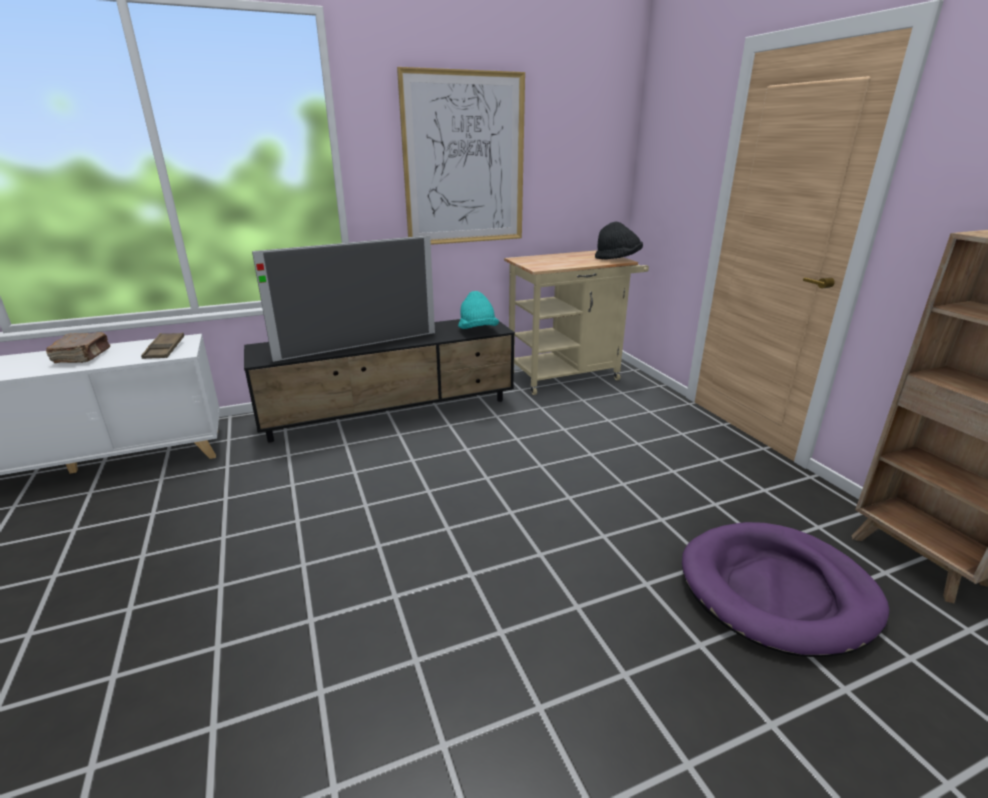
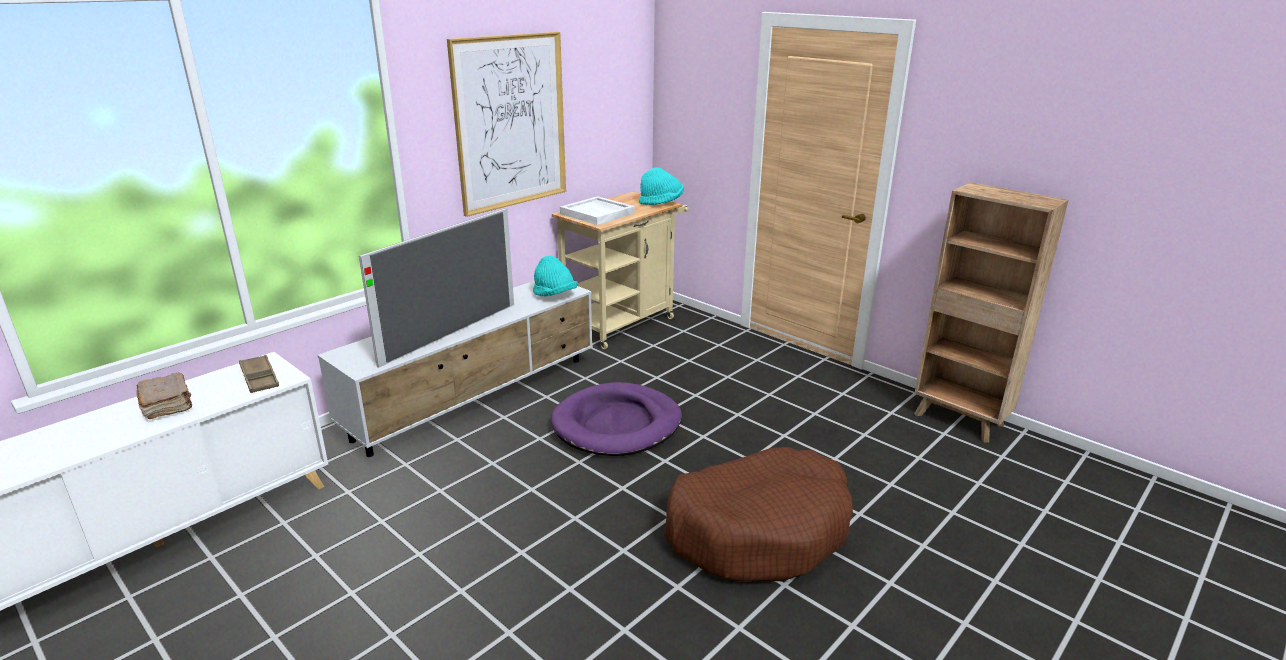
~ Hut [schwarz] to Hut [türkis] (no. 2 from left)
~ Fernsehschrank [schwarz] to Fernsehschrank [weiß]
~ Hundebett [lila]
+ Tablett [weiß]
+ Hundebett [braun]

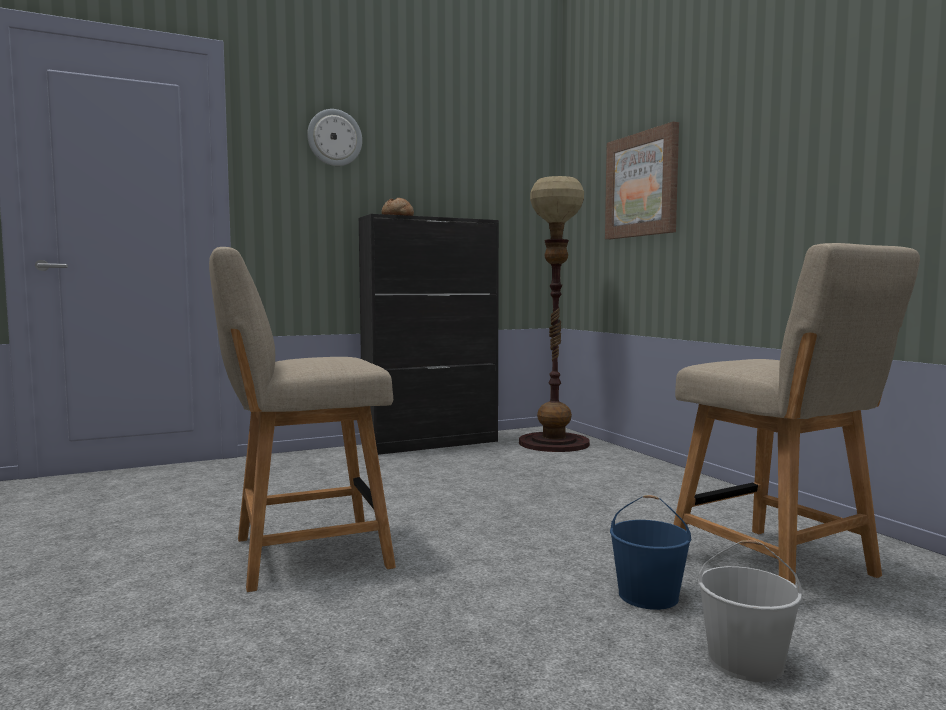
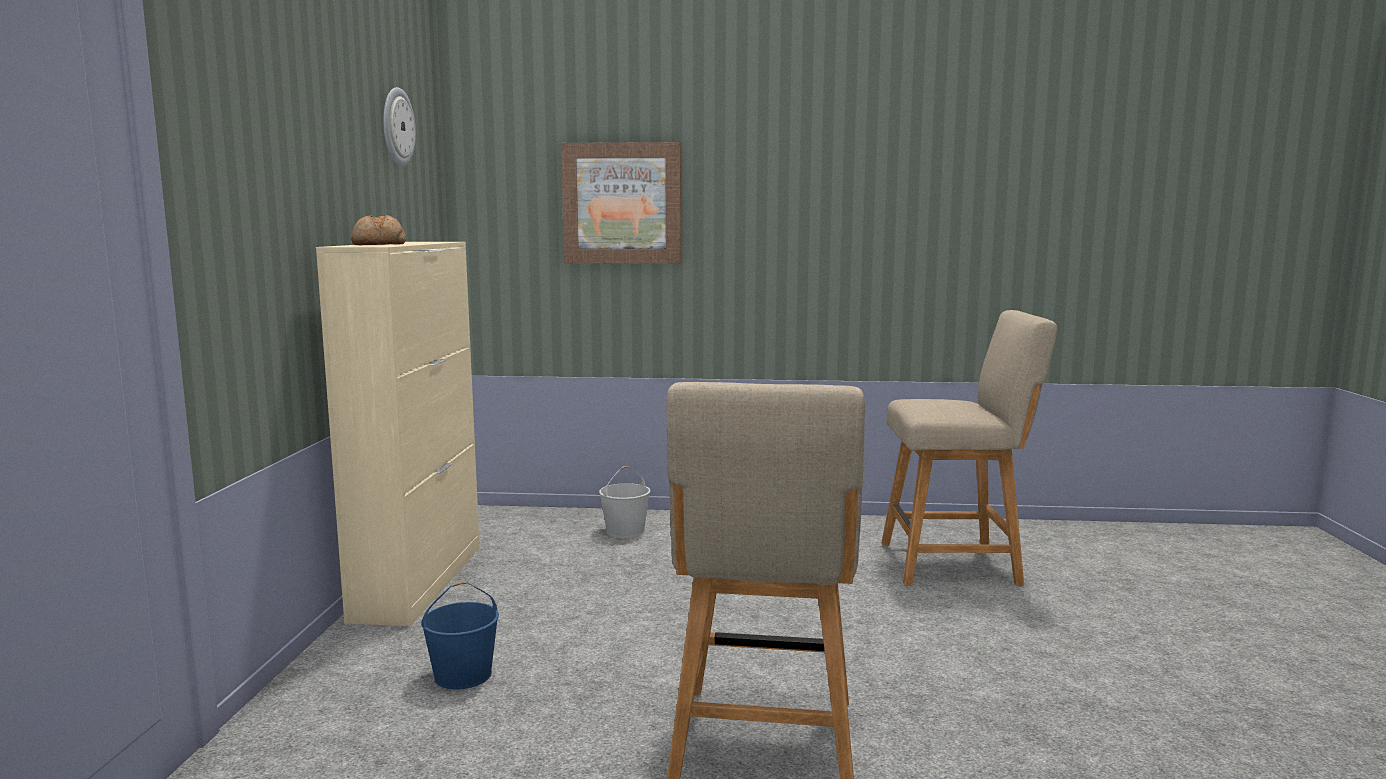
~ Wanduhr
- Stehlampe
~ Schrank [schwarz] to Schrank [beige]
~ Eimer [blau]
~ Eimer [weiß]

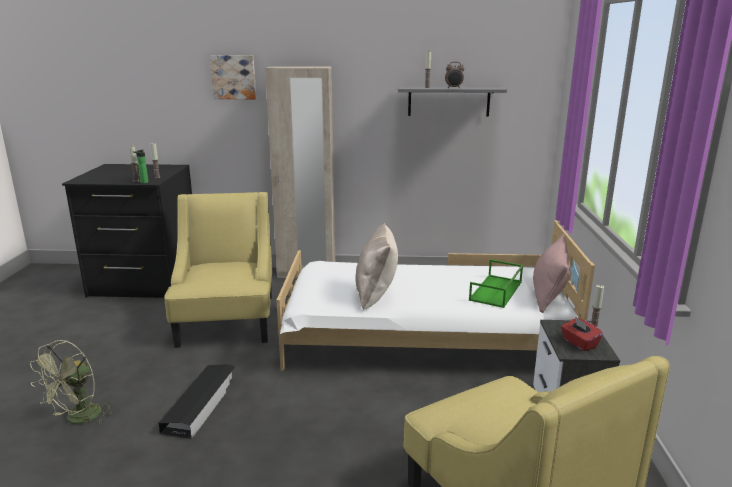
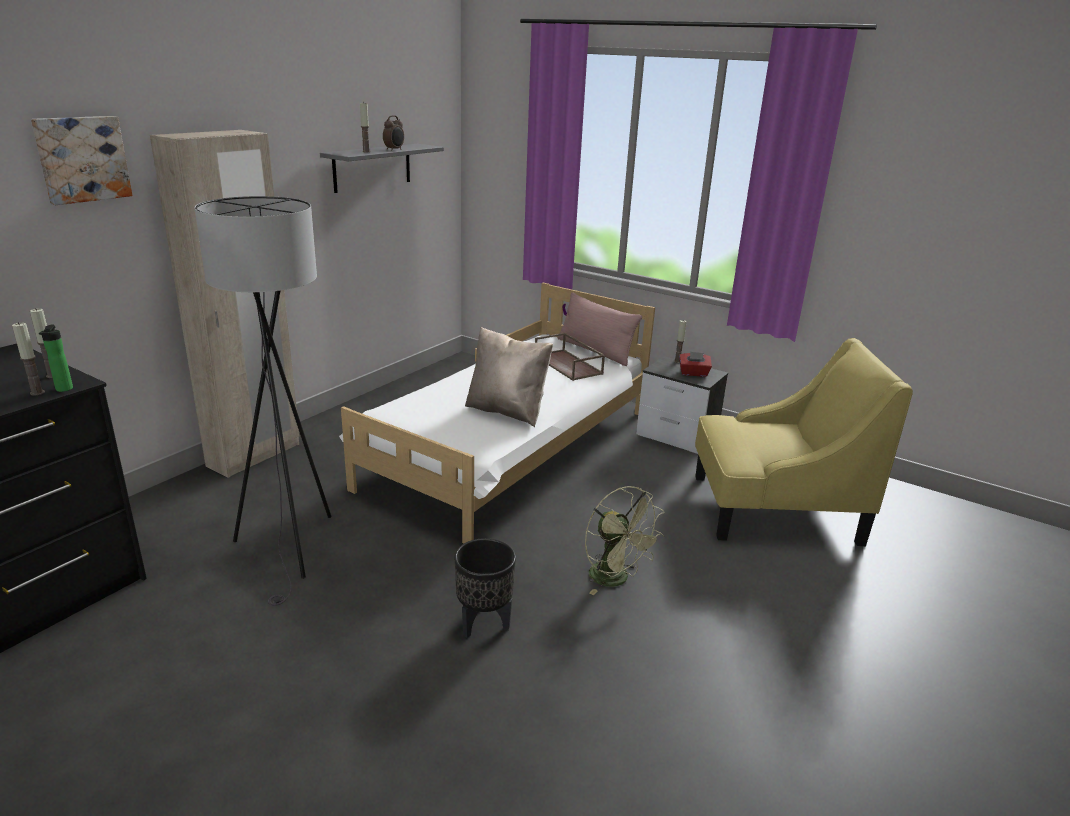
~ Sessel [gelb] (no. 1 from left) to Stehlampe [grau]
~ Tablett [grün] to Tablett [braun]
~ Ventilator [grün]
~ Aufbewahrungsbox [schwarz] to Pflanzkübel [schwarz]

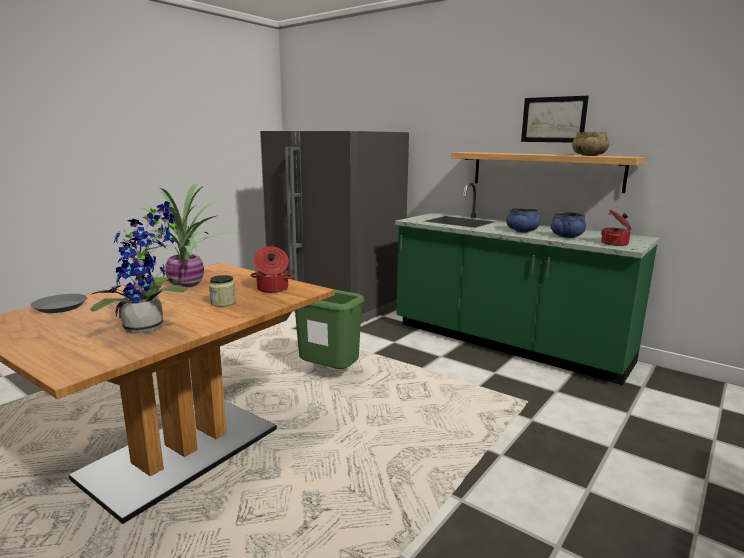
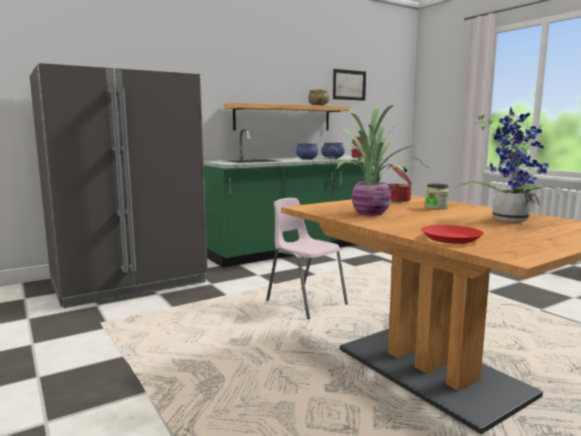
~ Bild
~ Mülleimer [grün] to Stuhl [rosa]
~ Teller [grau] to Teller [rot]

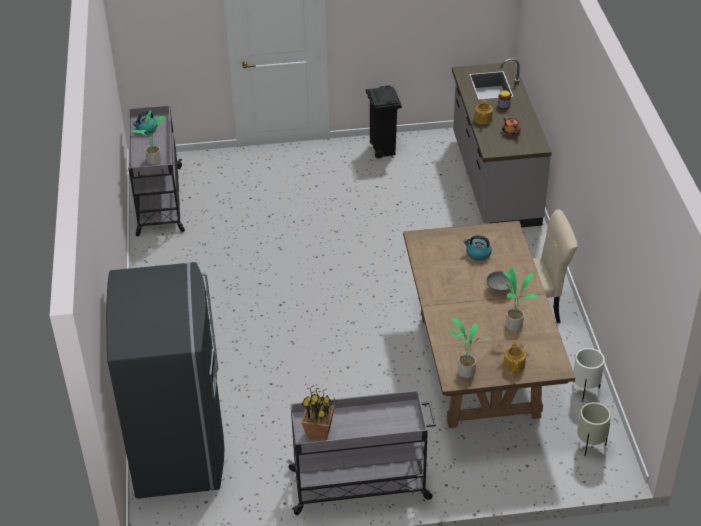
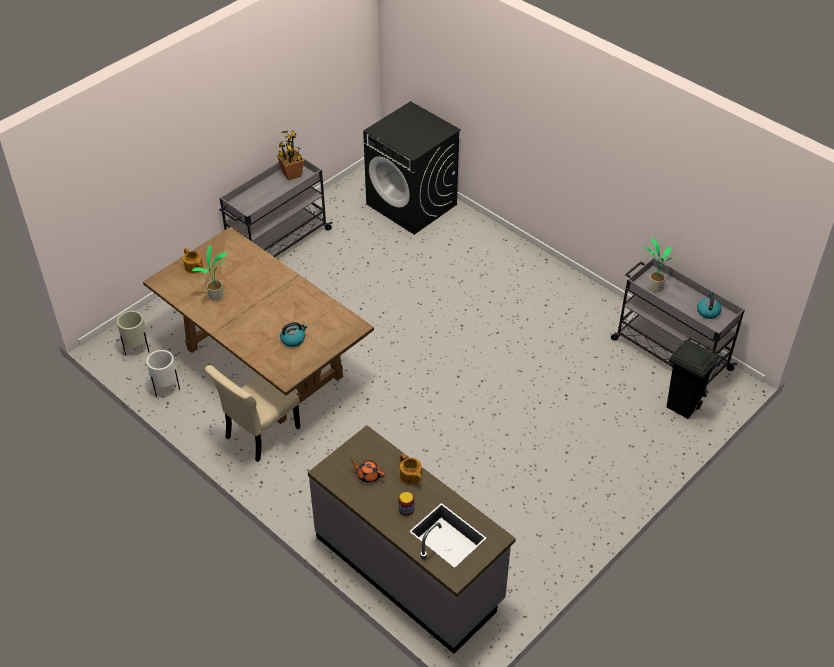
~ Mülleimer [schwarz]
~ Kühlschrank [grau] to Waschmaschine [schwarz]
- Schüssel [grau]
- Topfpflanze (no. 3 from left)

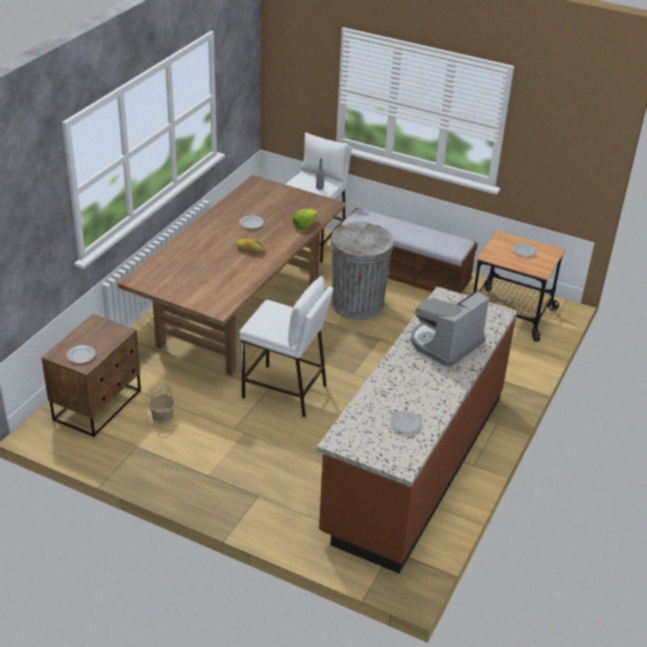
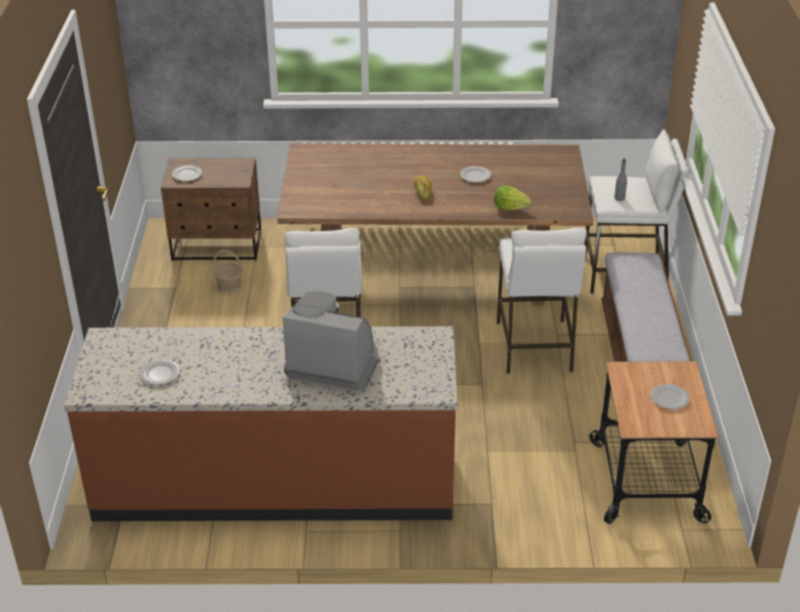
~ Mülleimer [grau] to Hocker [weiß] (no. 2 from left)

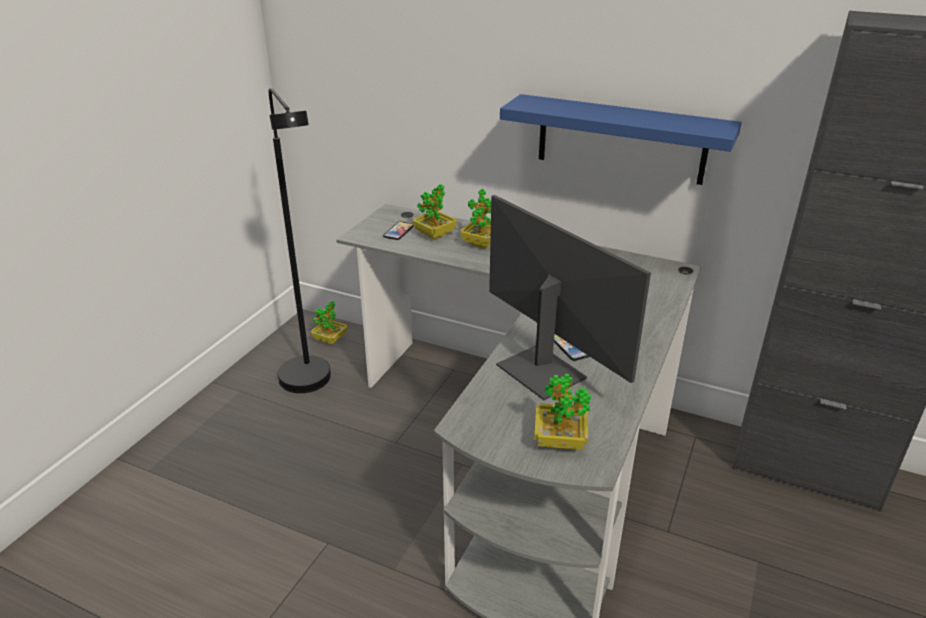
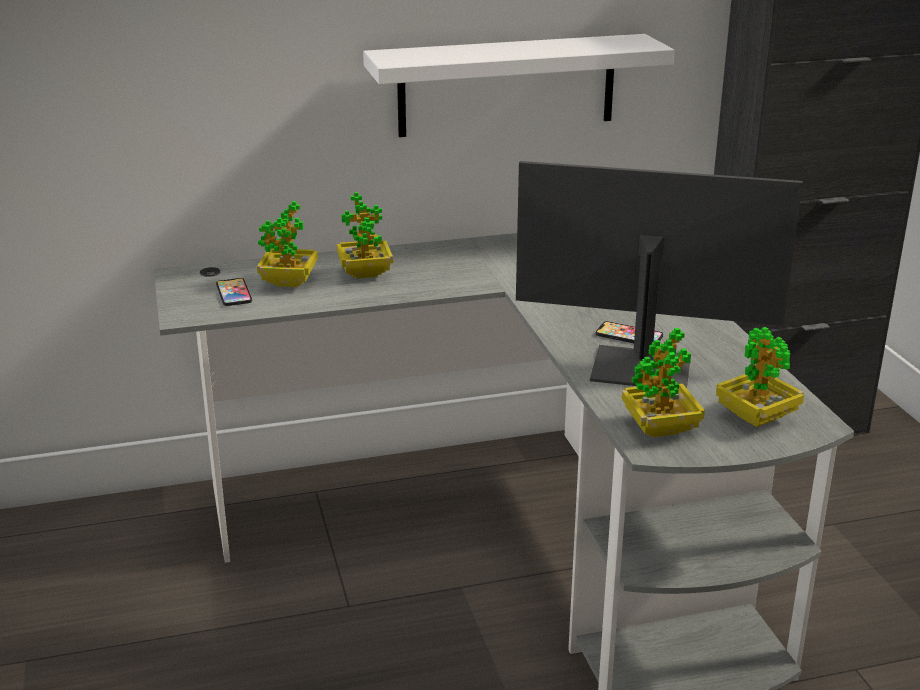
- Stehlampe [schwarz]
~ Wandregal [blau] to Wandregal [weiß]
~ Topfpflanze (no. 1 from left in the first image) to Topfpflanze (no. 3 from left)

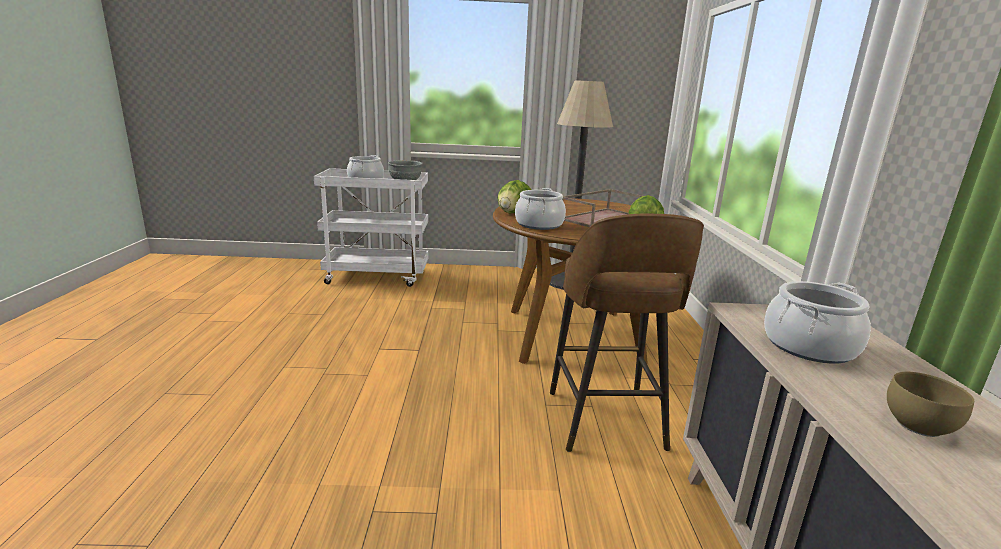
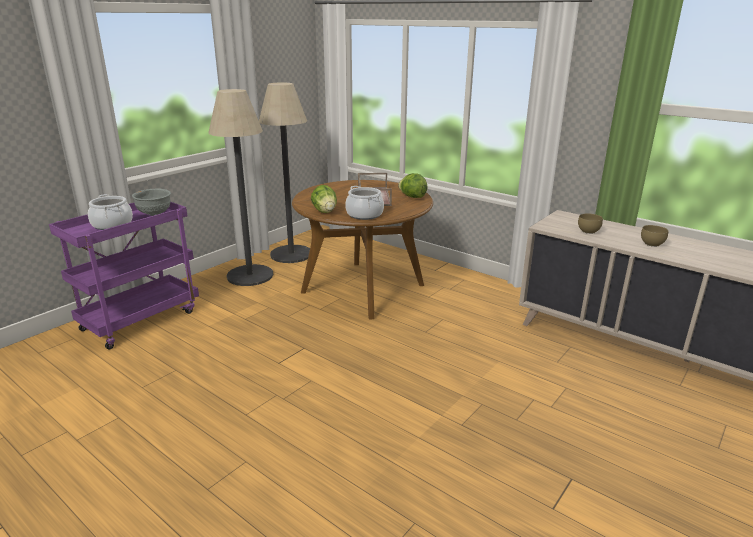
~ Rollwagen [weiß] to Rollwagen [lila]
- Hocker [braun]
~ Kochtopf (no. 3 from left) to Schüssel [braun] (no. 1 from left)
+ Stehlampe (no. 1 from left)

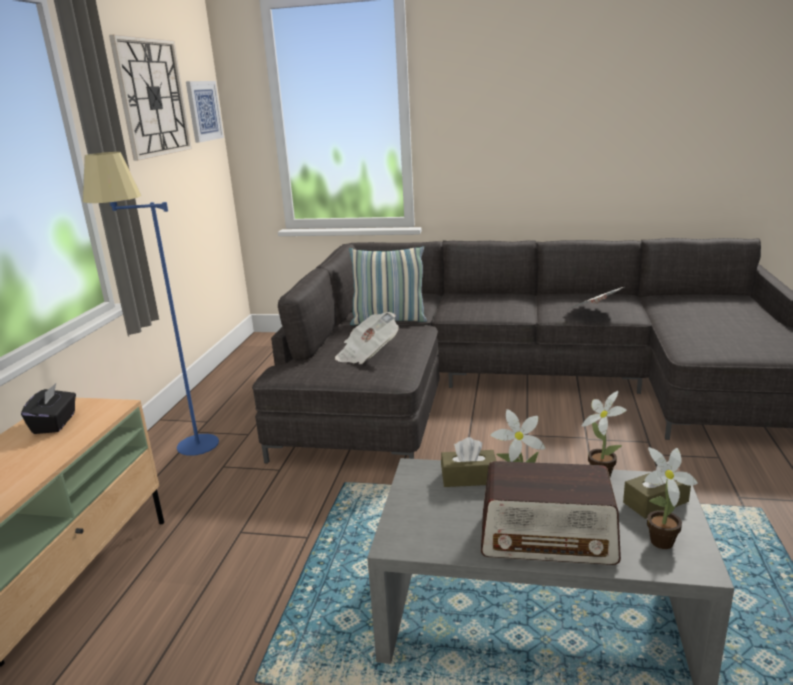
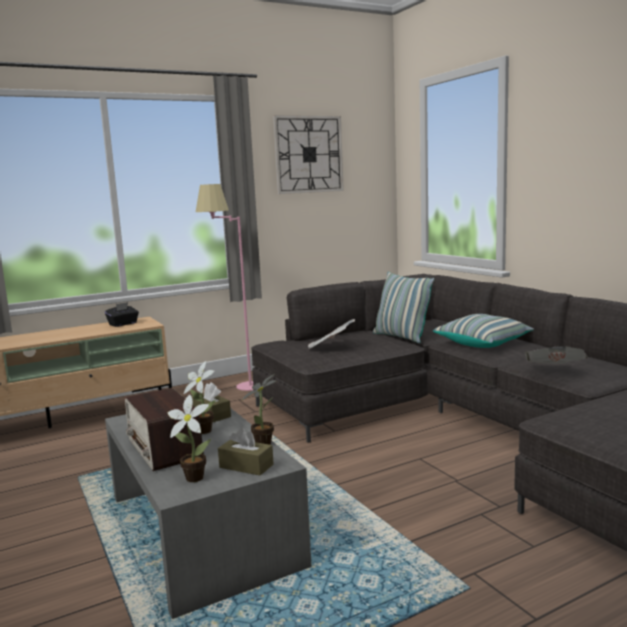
- Bild
~ Stehlampe [blau] to Stehlampe [rosa]
+ Kissen (no. 2 from left)

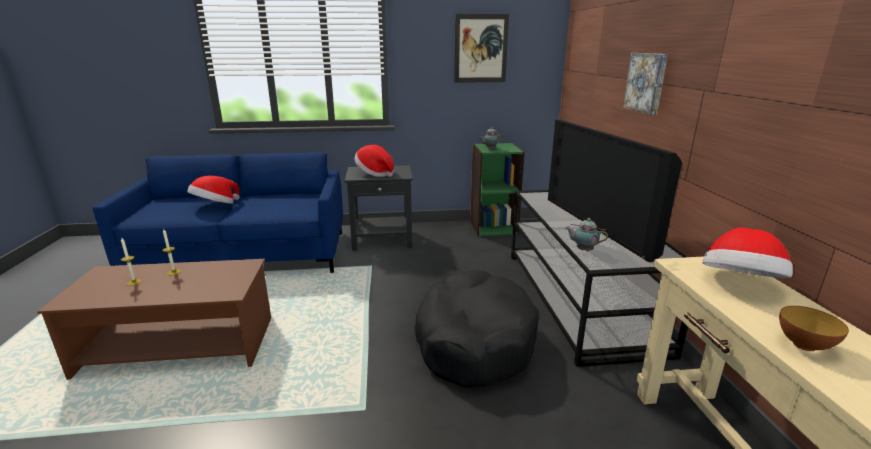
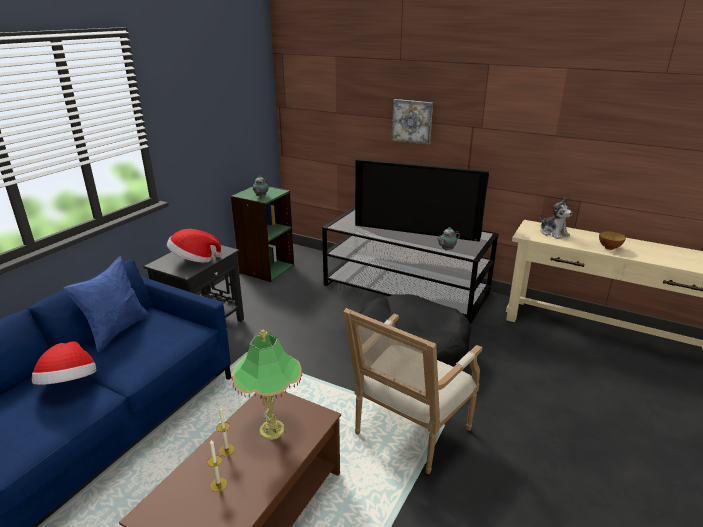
- Bild (no. 1 from left)
~ Hut (no. 3 from left) to Plüschtier
+ Kissen [blau]
+ Sessel
+ Tischlampe

